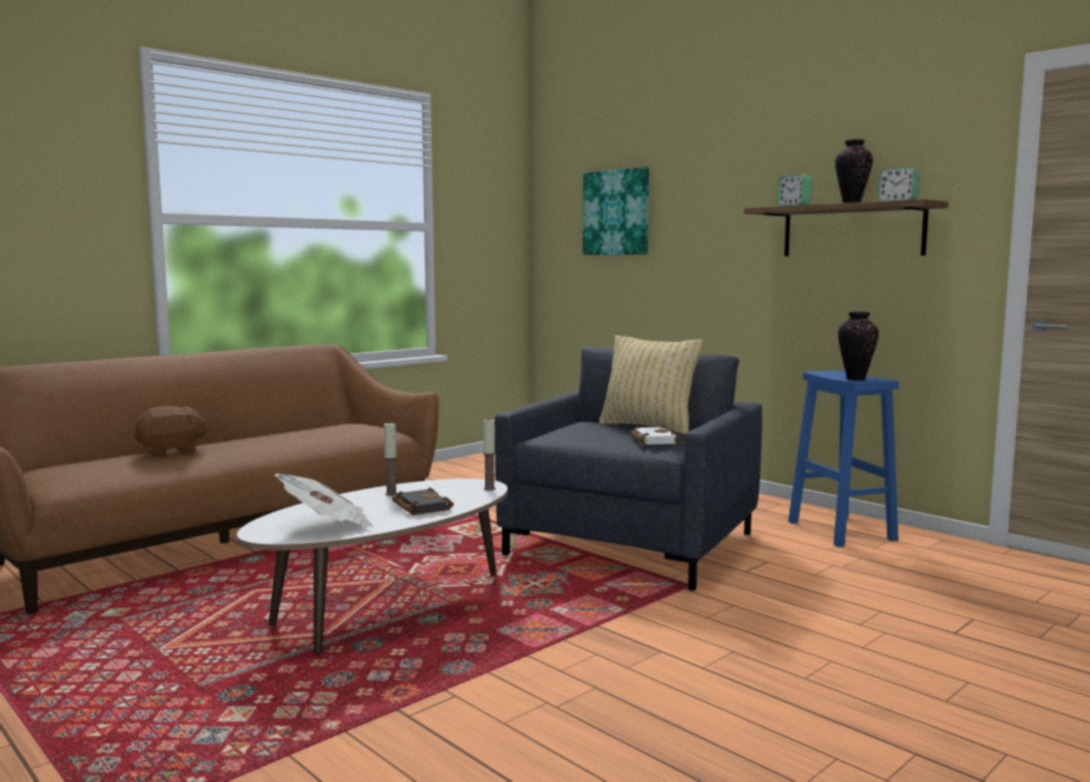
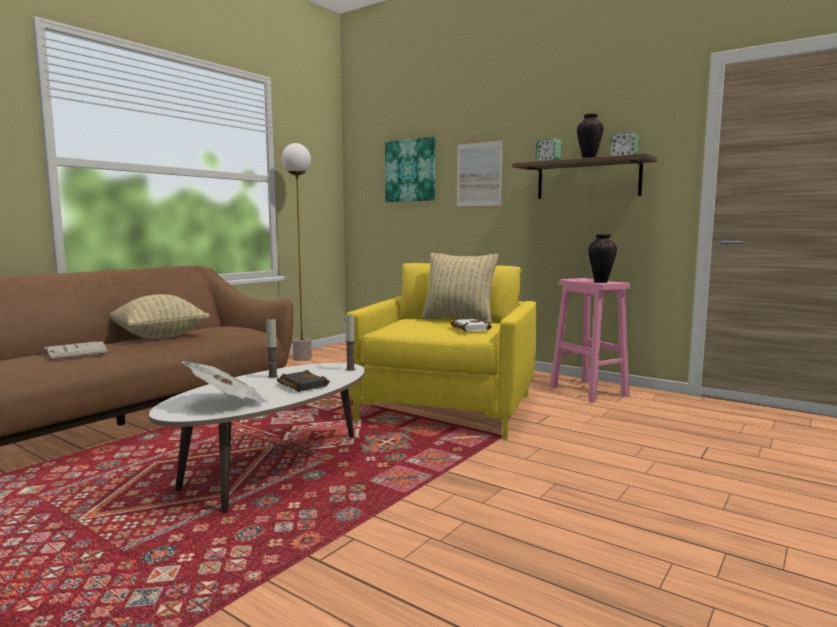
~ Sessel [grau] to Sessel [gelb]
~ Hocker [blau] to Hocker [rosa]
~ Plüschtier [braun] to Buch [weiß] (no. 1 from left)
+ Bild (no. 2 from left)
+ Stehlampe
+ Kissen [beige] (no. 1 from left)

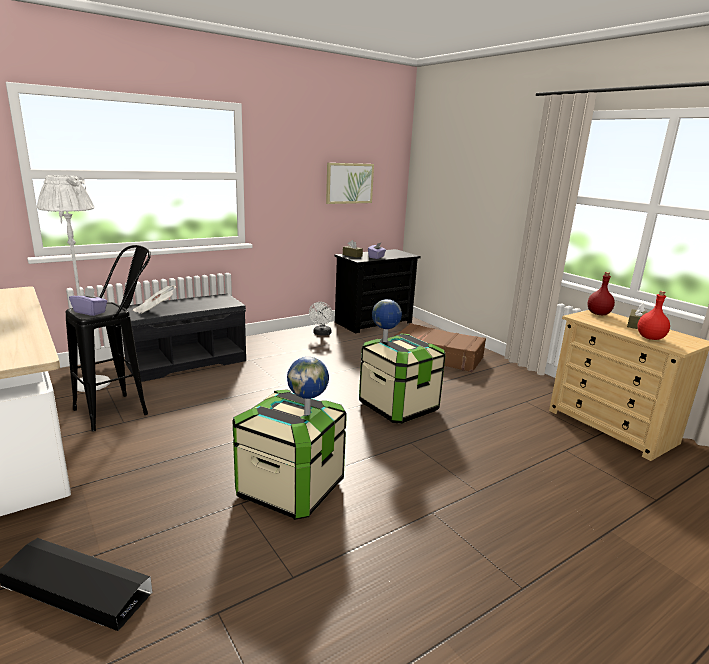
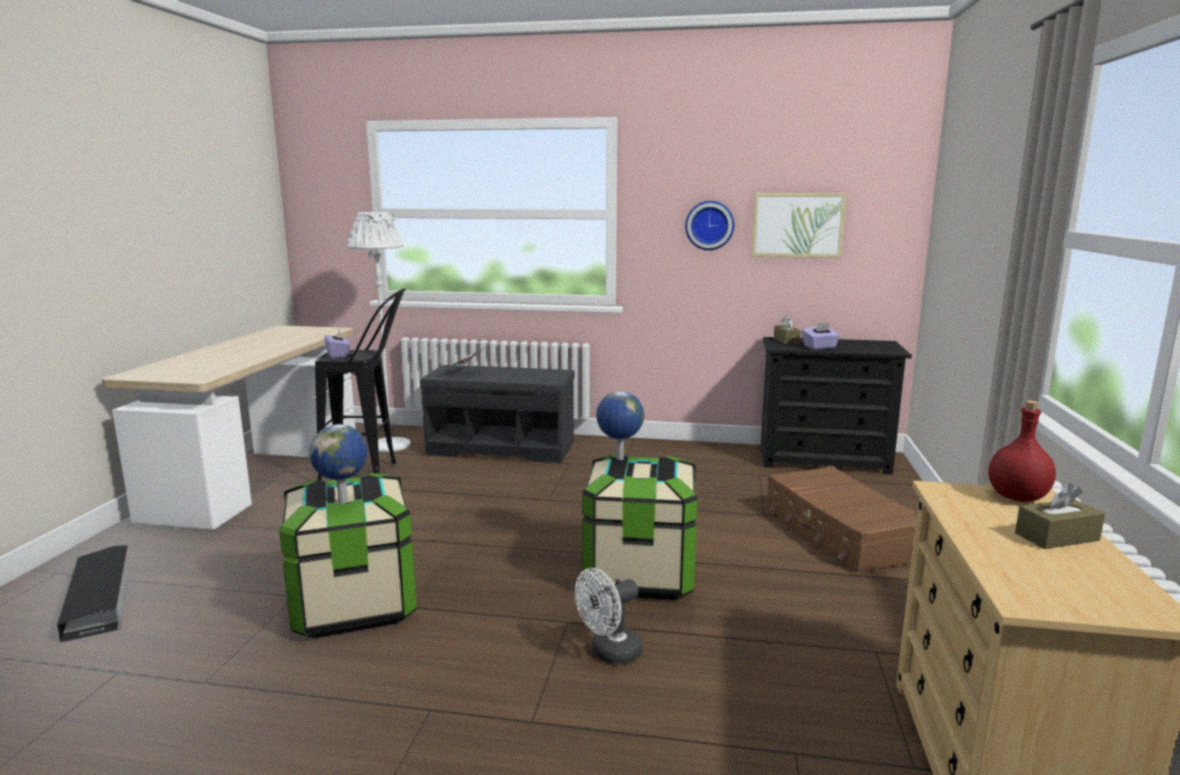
- Flasche [rot] (no. 2 from left)
~ Ventilator [weiß]
+ Wanduhr

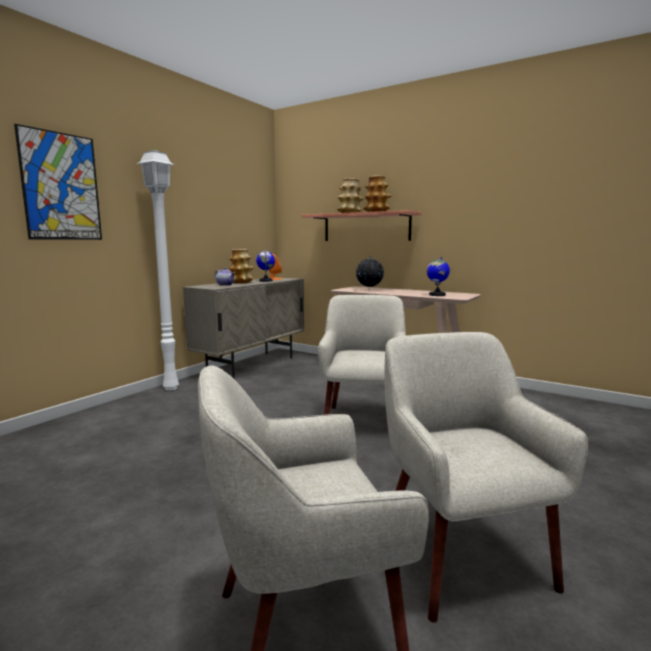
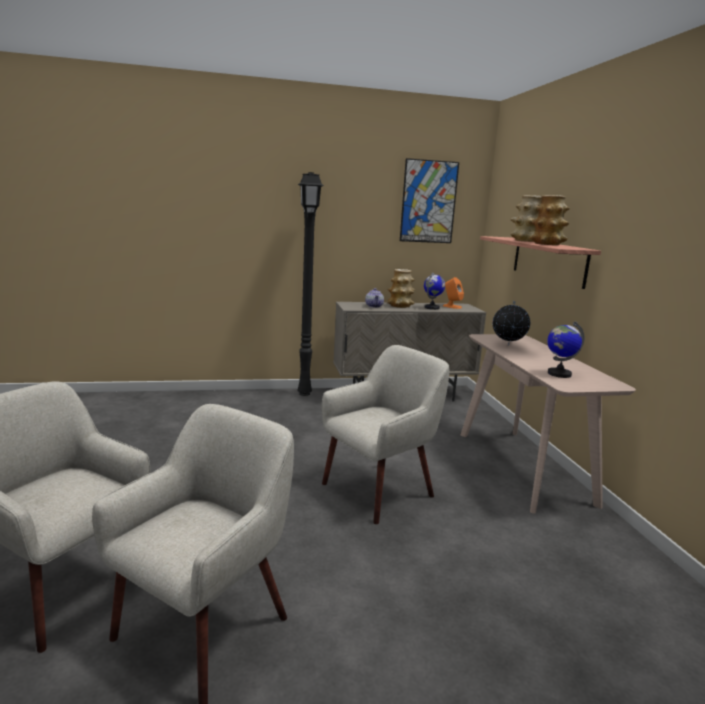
~ Bild
~ Stehlampe [weiß] to Stehlampe [schwarz]

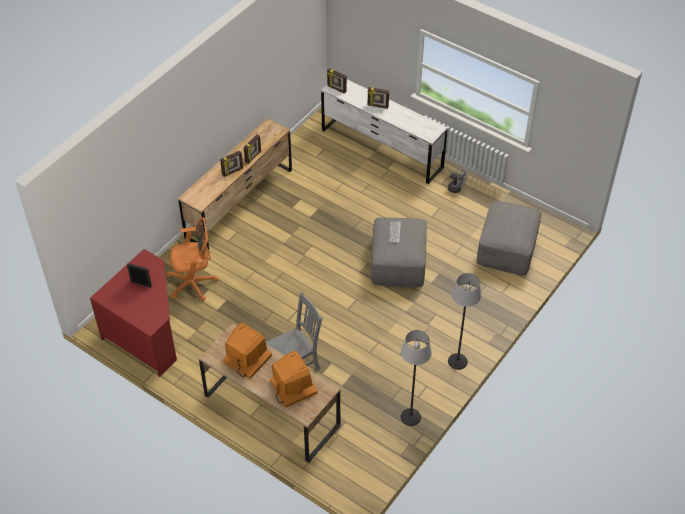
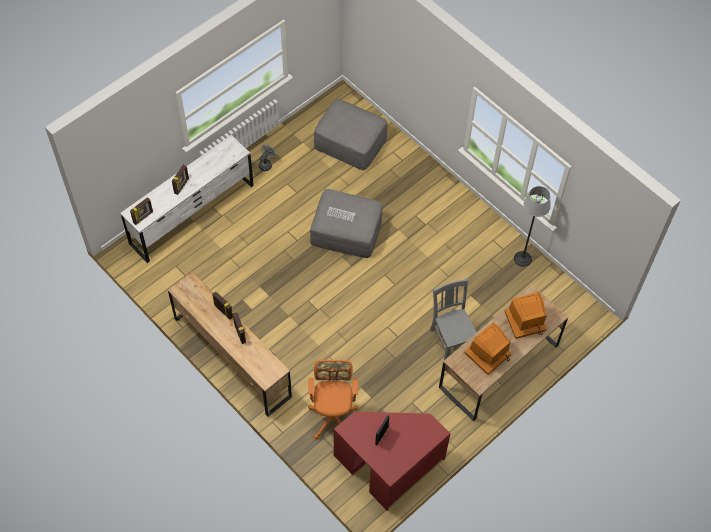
- Stehlampe (no. 2 from left)

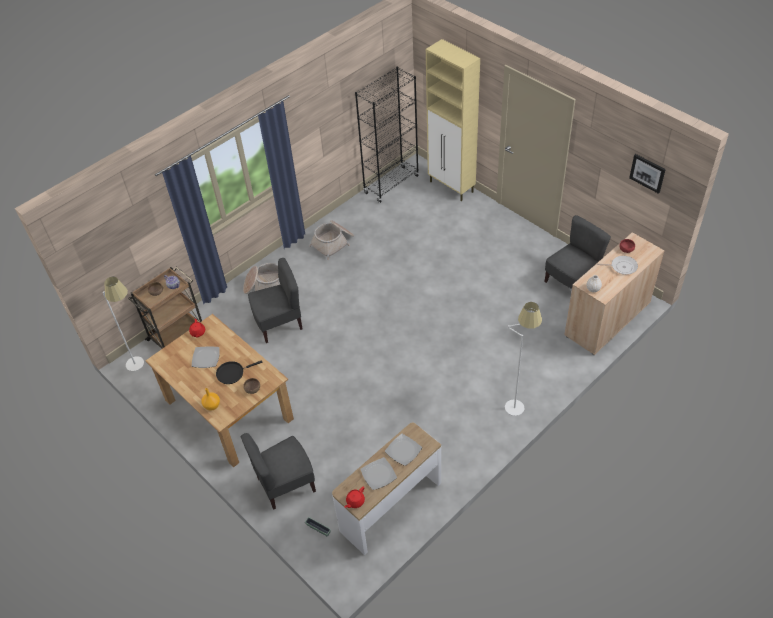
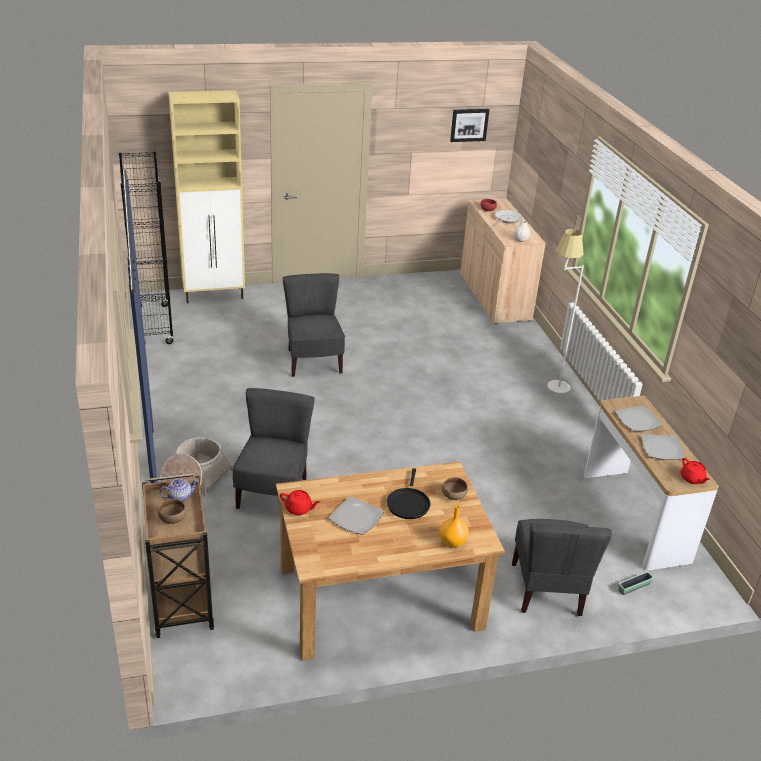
~ Stuhl [grau] (no. 3 from left in the first image) to Stuhl [grau] (no. 2 from left)
- Korb (no. 2 from left)
- Stehlampe [weiß] (no. 1 from left)

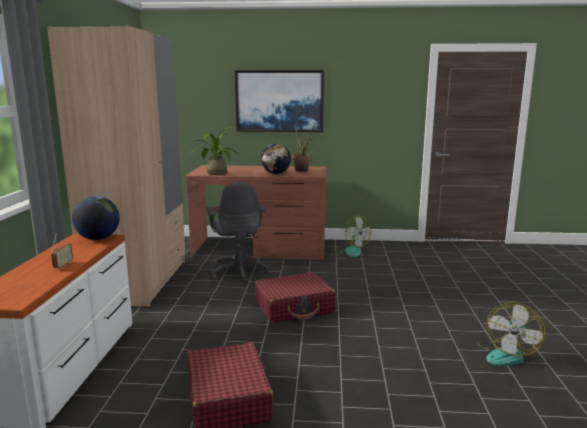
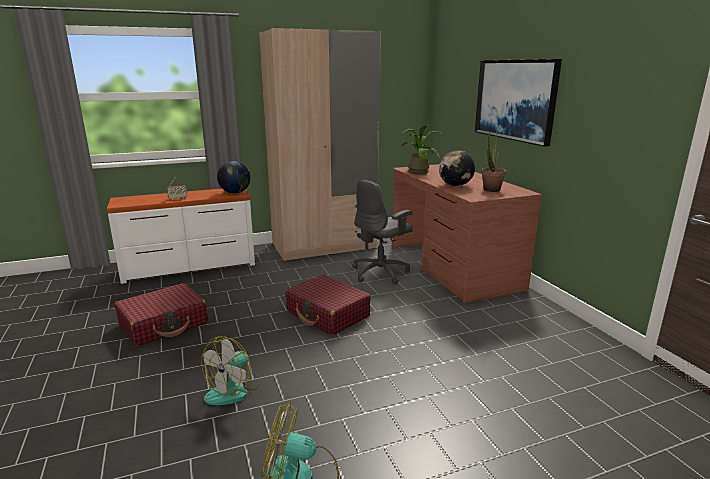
~ Ventilator (no. 1 from left)

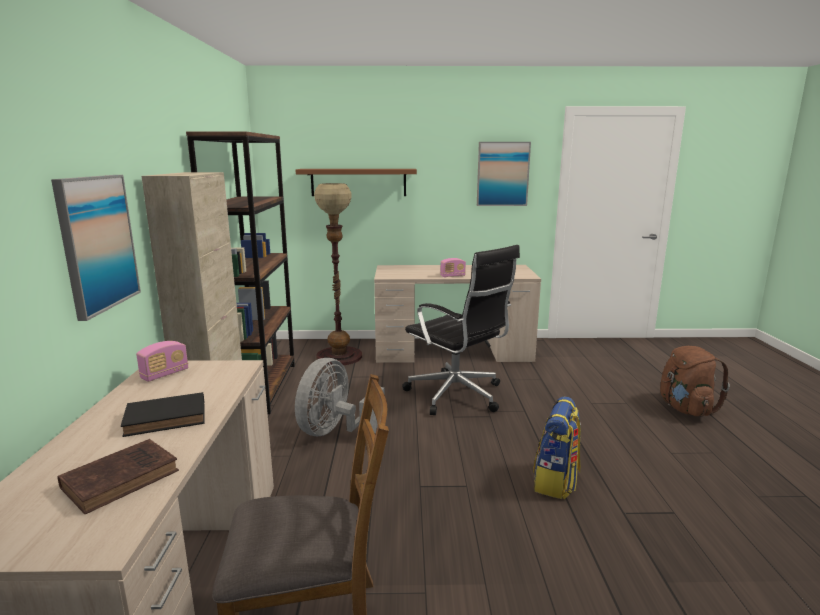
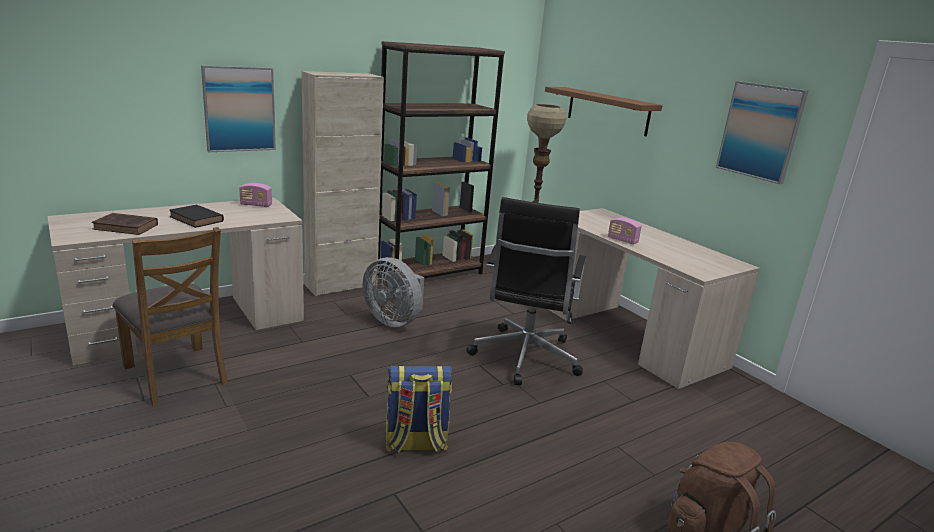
~ Ventilator [grau] 135 degrees counterclockwise

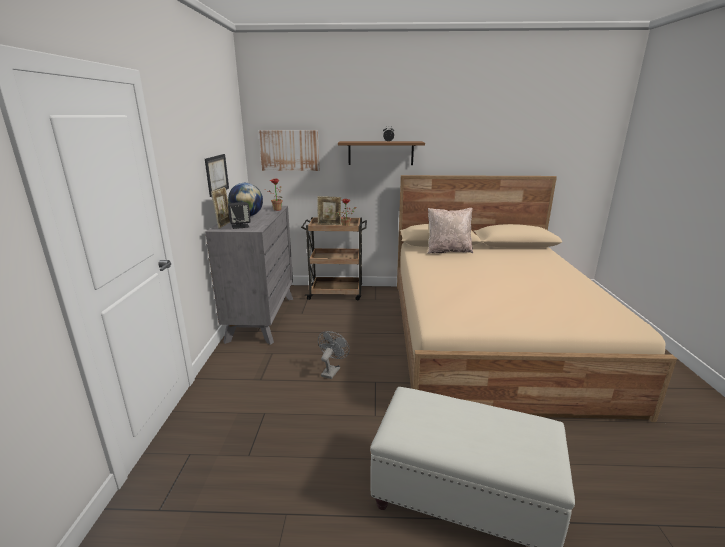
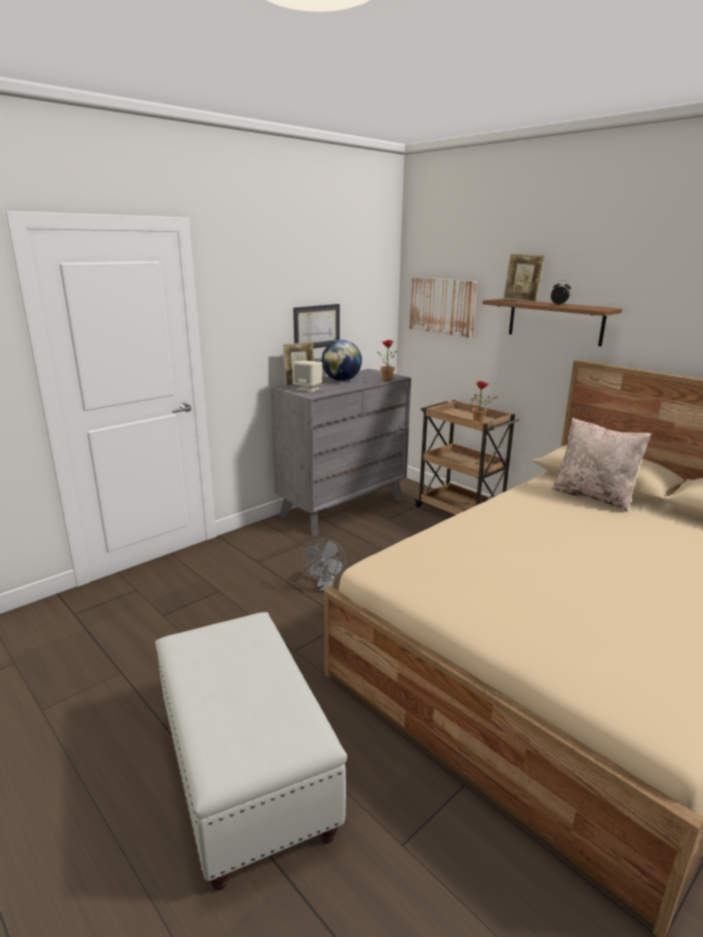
~ Bilderrahmen (no. 2 from left)
~ Lautsprecher [schwarz] to Lautsprecher [beige]
~ Ventilator [grau] 120 degrees clockwise

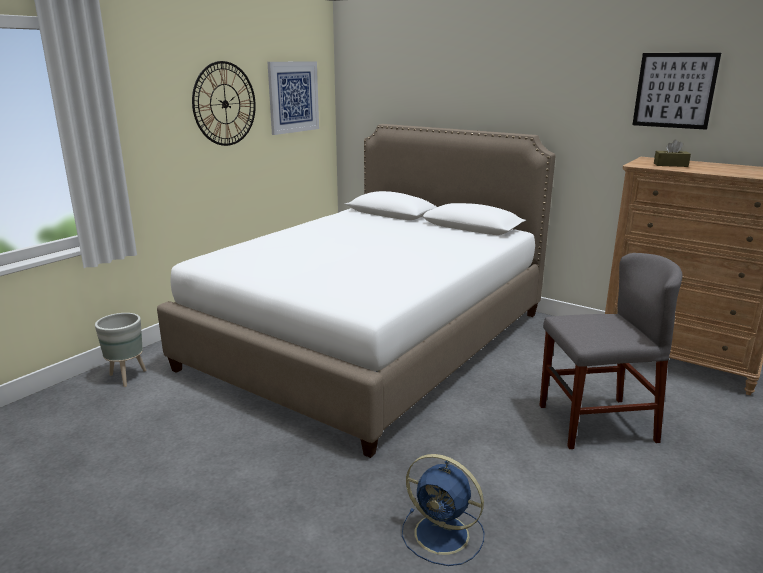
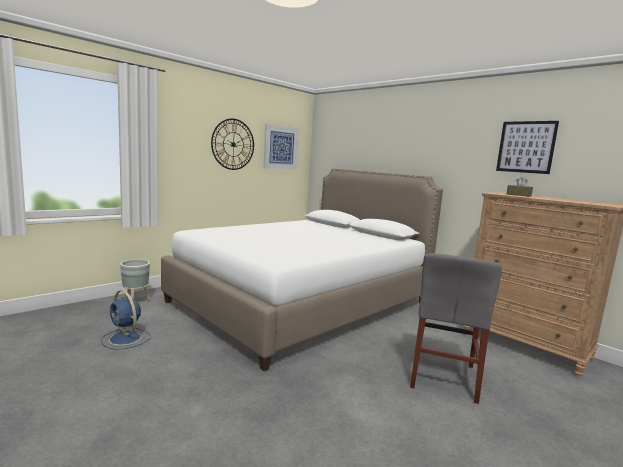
~ Stuhl [grau] 105 degrees clockwise
~ Ventilator [blau]

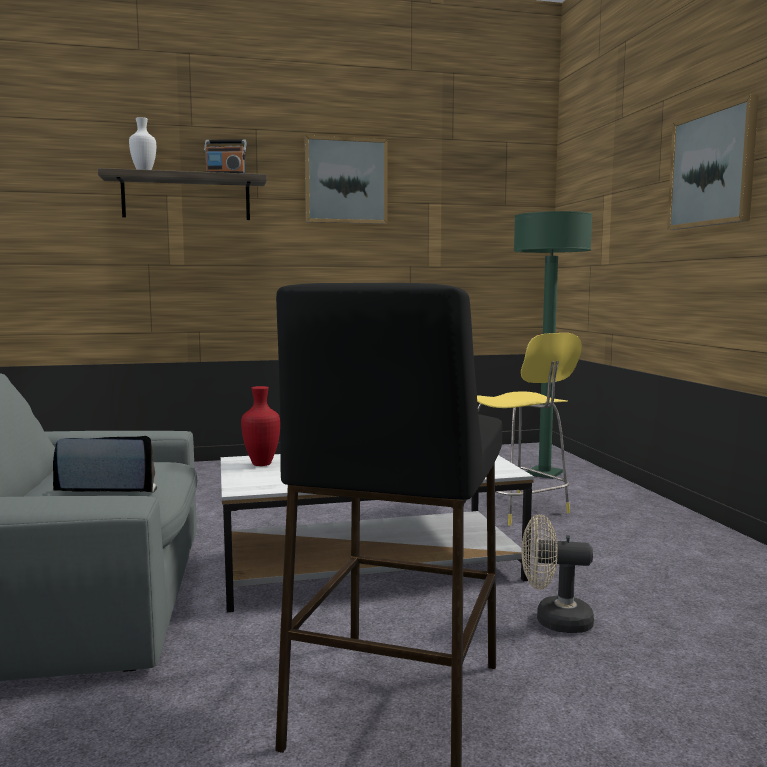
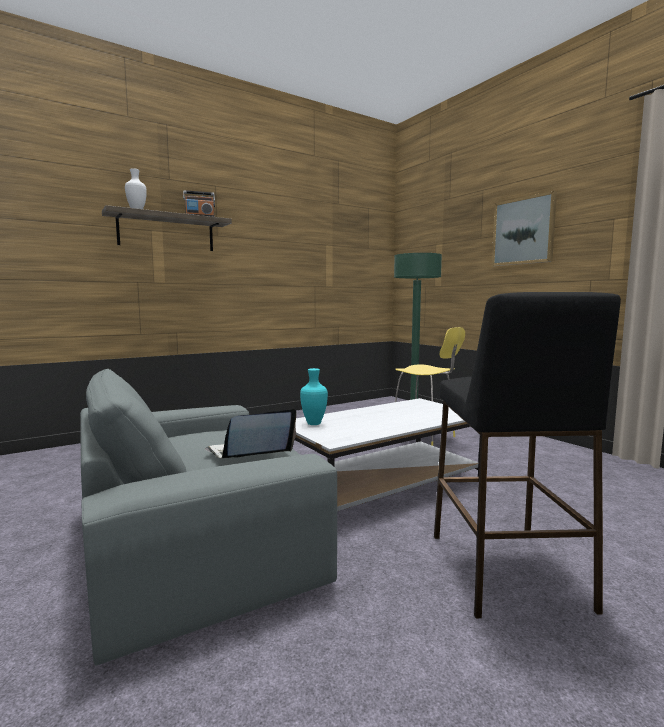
- Bild (no. 1 from left)
~ Vase [rot] to Vase [türkis]
- Ventilator [beige]

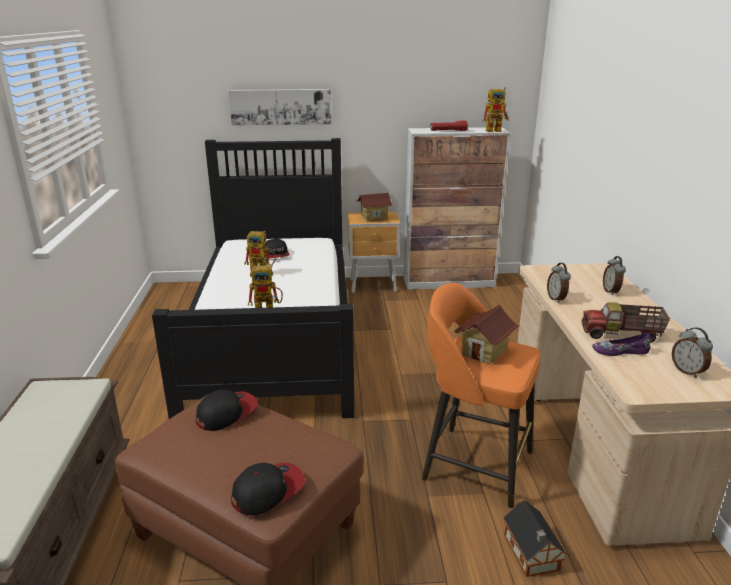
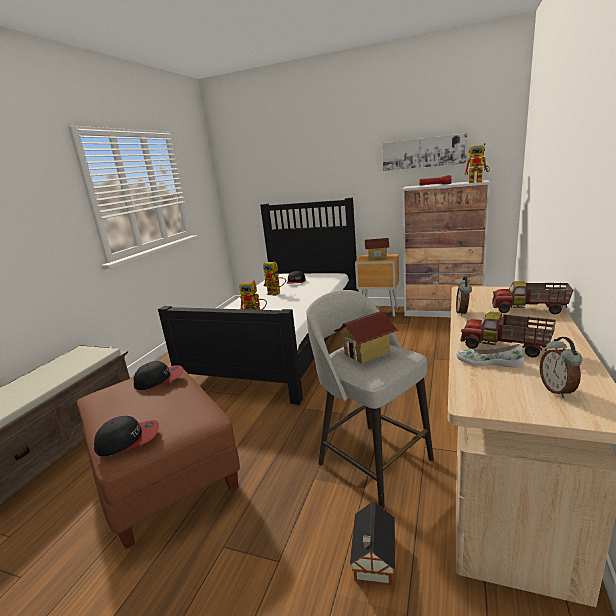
~ Bild
~ Wecker (no. 2 from left) to Spielzeuglaster (no. 2 from left)
~ Hocker [orange] to Hocker [grau]
~ Schuh [lila] to Schuh [weiß]

